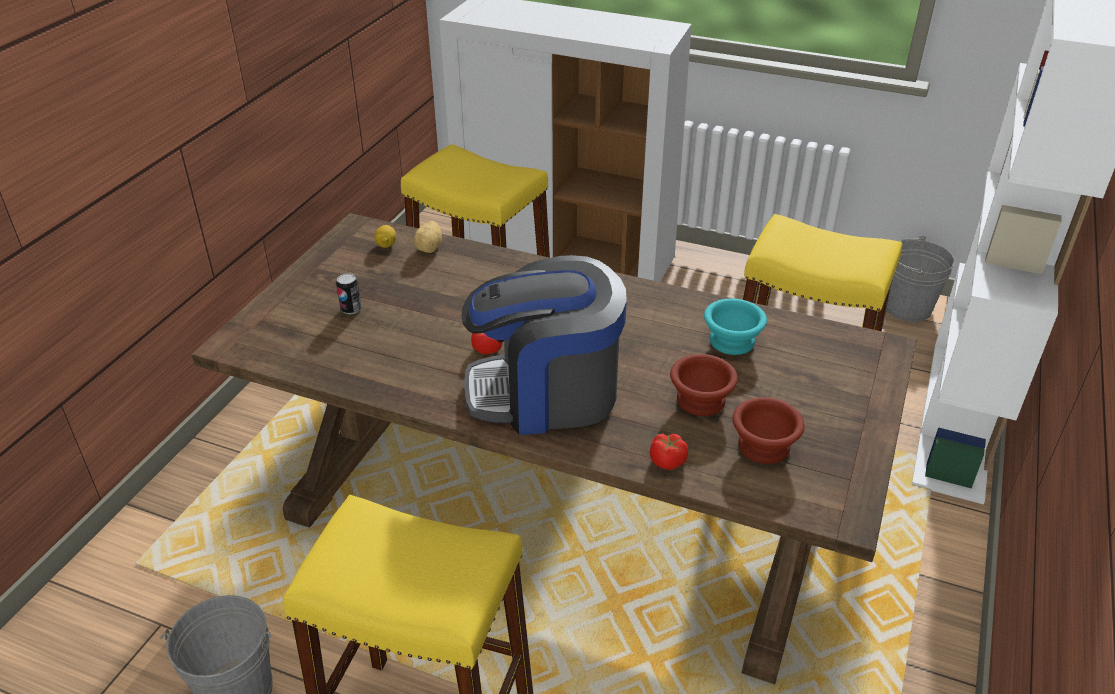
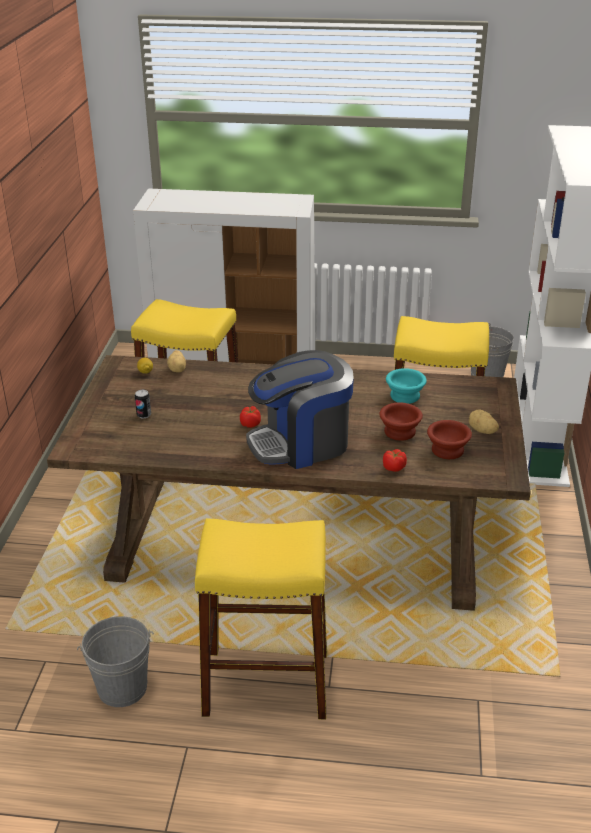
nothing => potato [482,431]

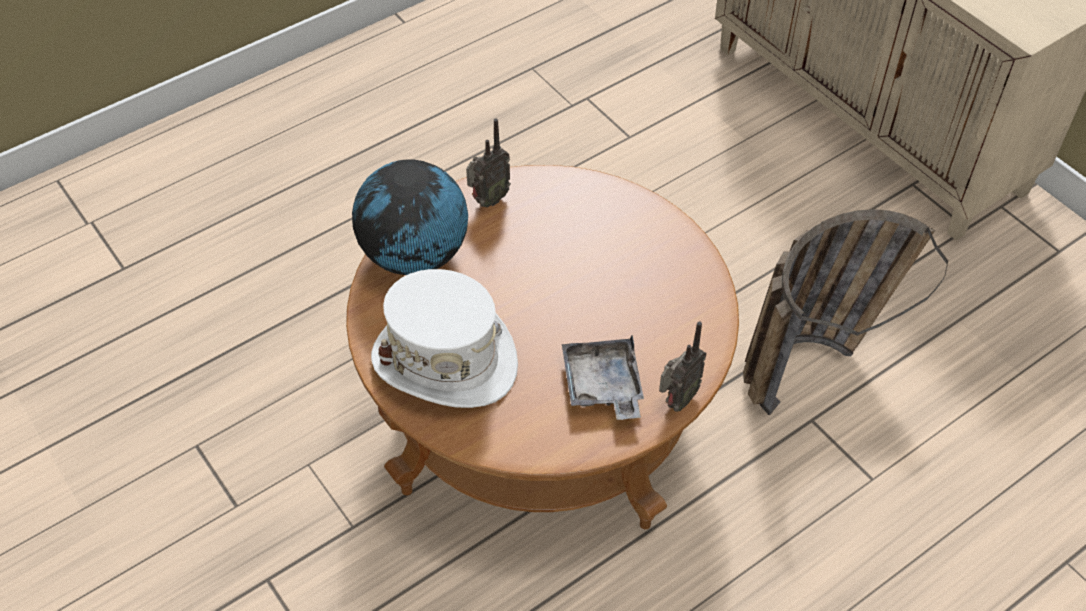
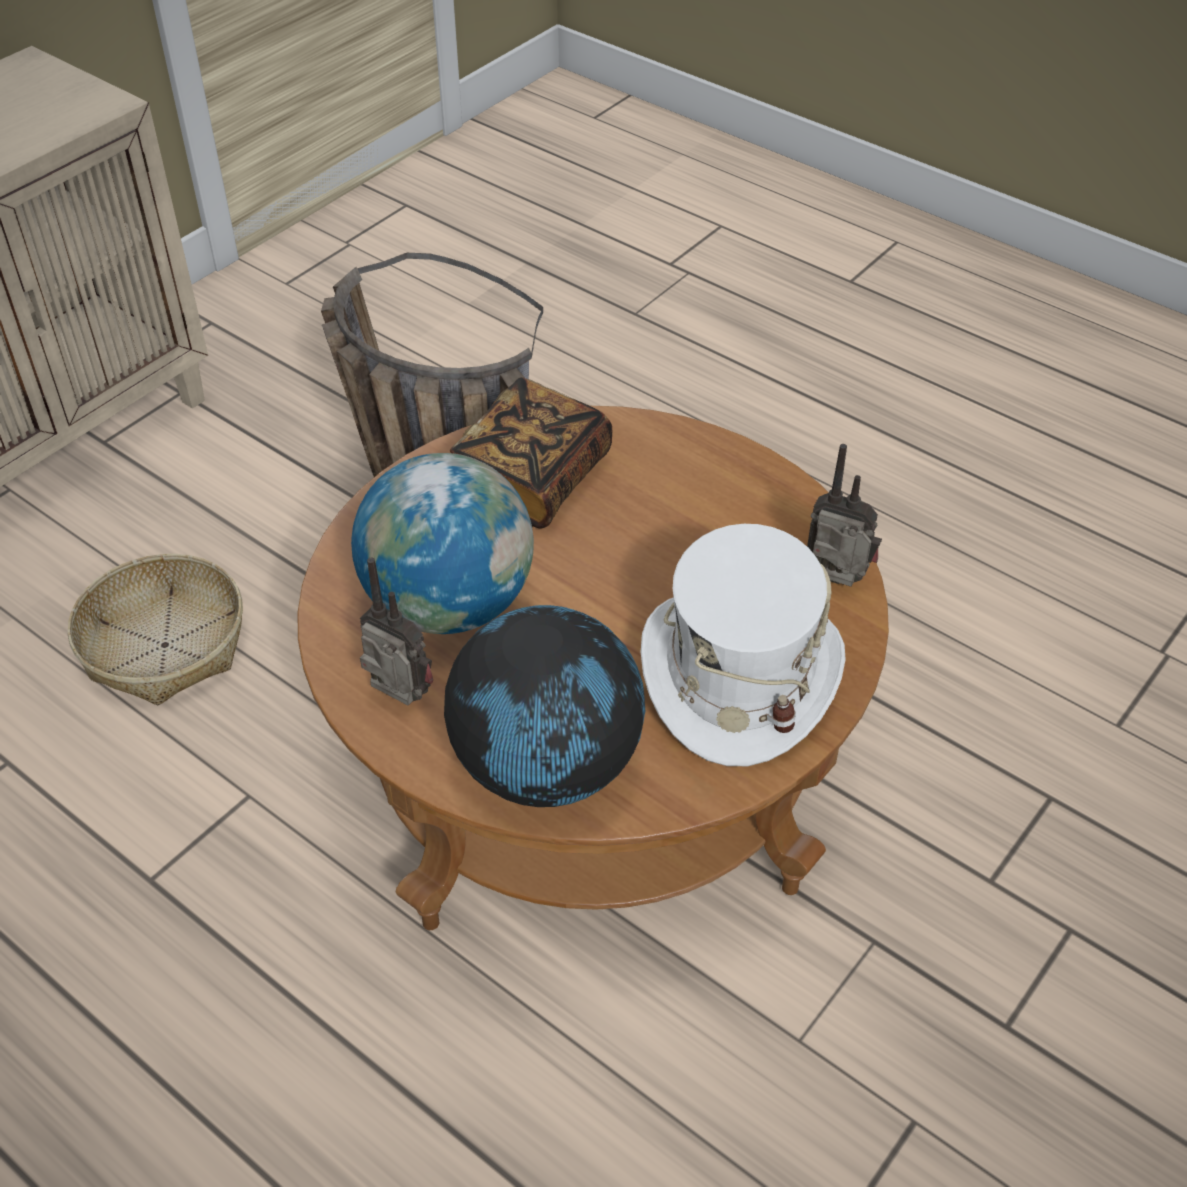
carrying tray (gray) [603,386] => nothing
nothing => basket [165,646]
nothing => desk globe [450,605]
nothing => volume [532,478]
radio [676,401] => radio [835,584], relocated

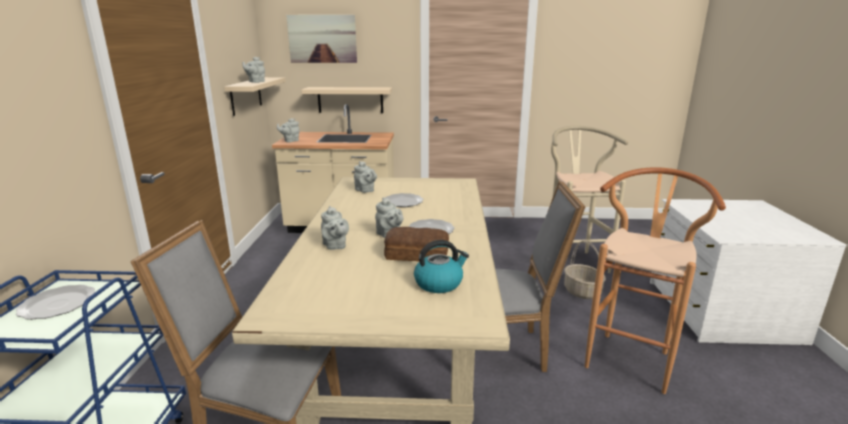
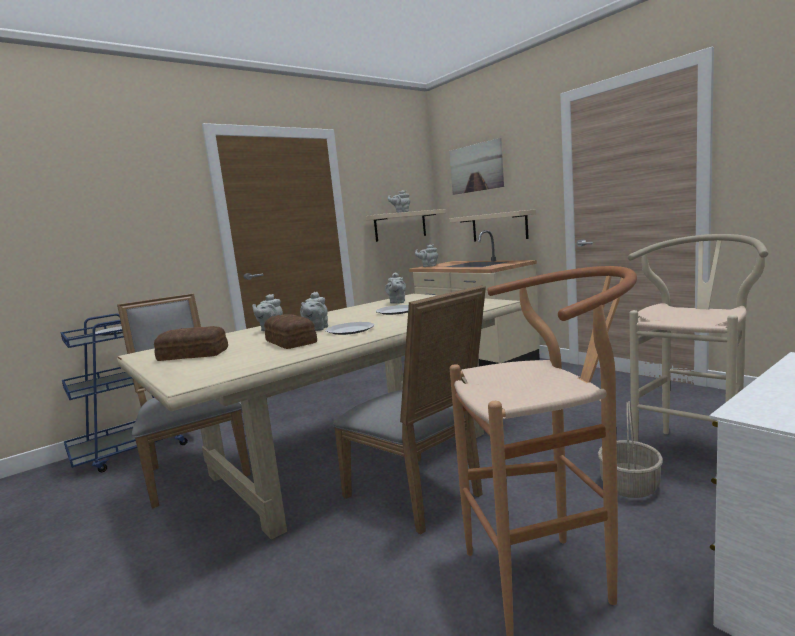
water kettle [439,283] => nothing
nothing => bread [194,355]

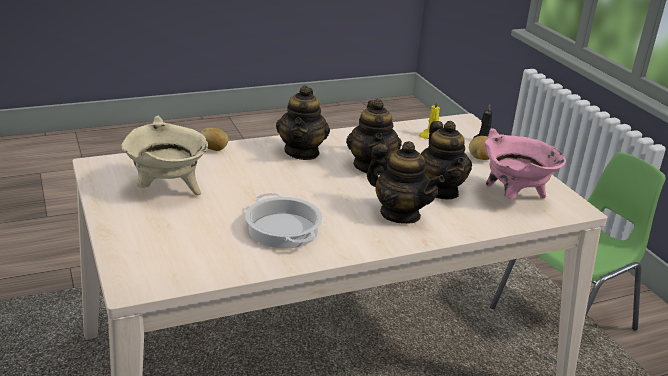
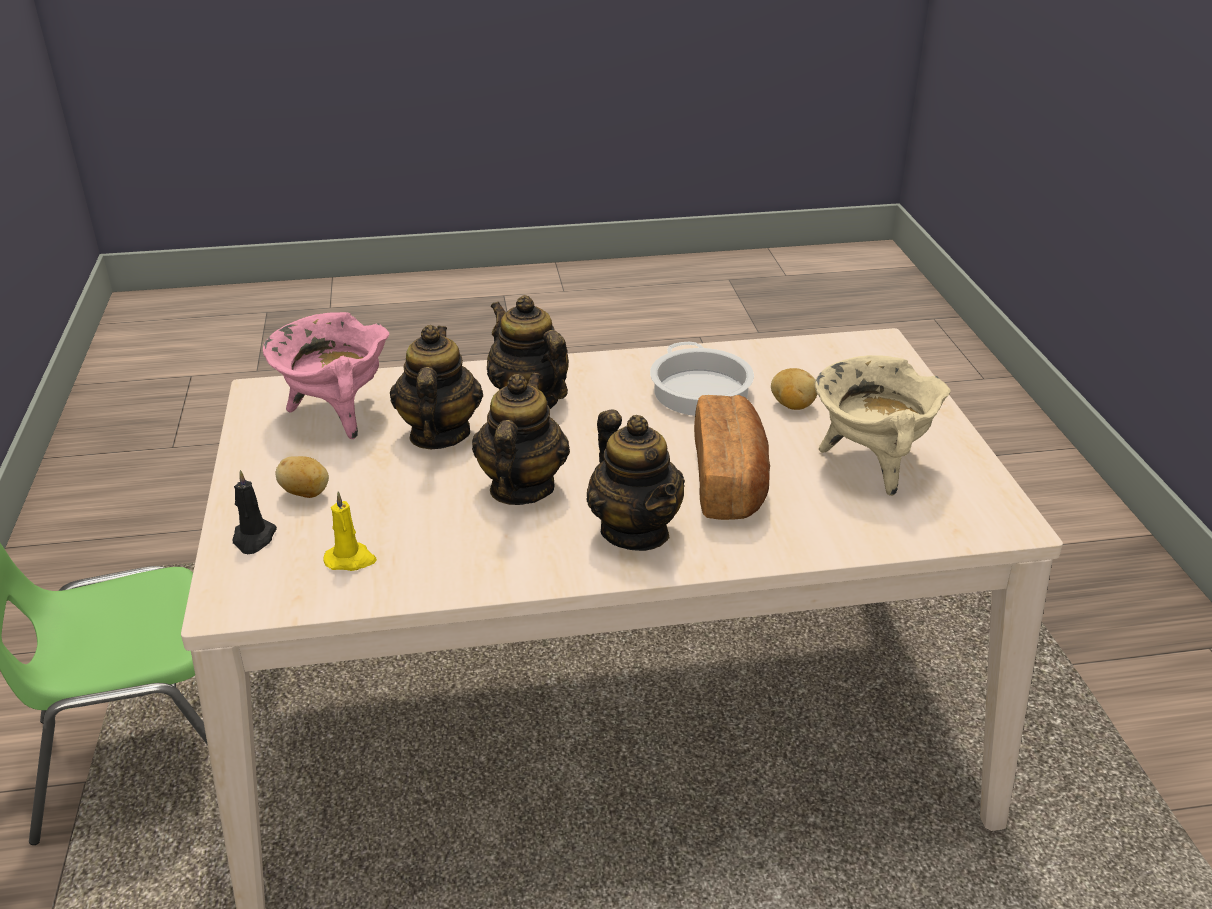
nothing => bread [730,480]
potato [214,149] => potato [792,406], relocated
teapot [302,152] => teapot [635,531], 135 degrees clockwise

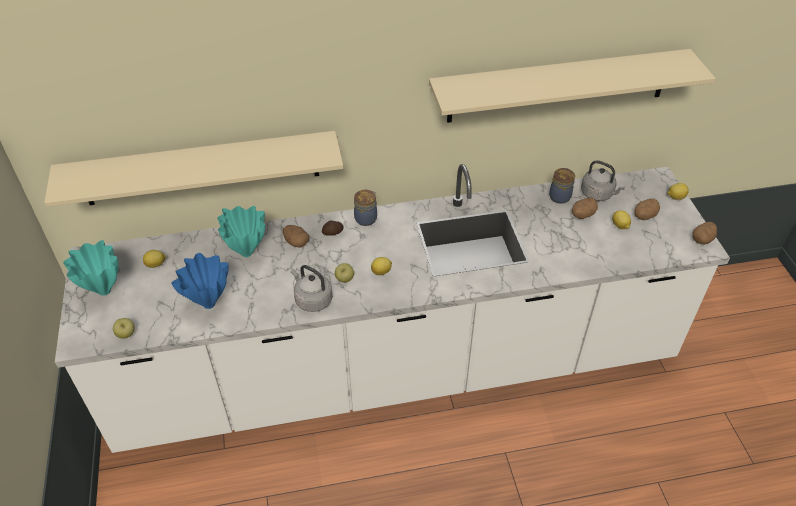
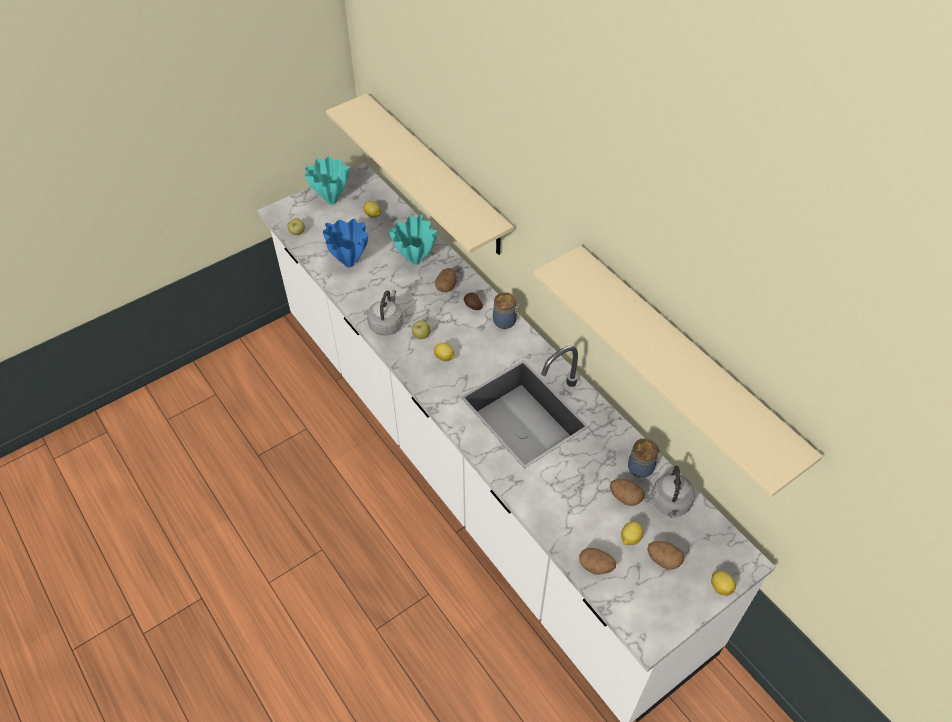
potato [702,239] => potato [596,566], relocated

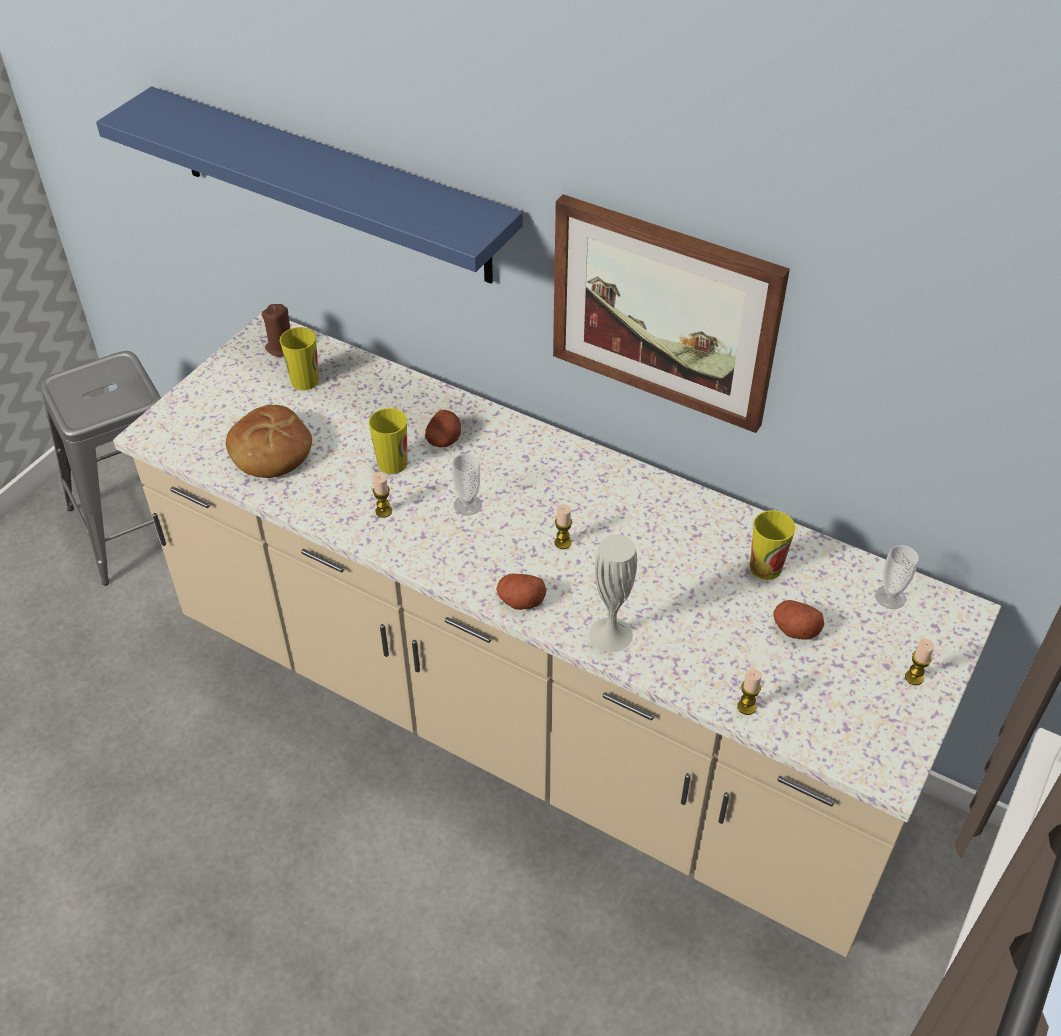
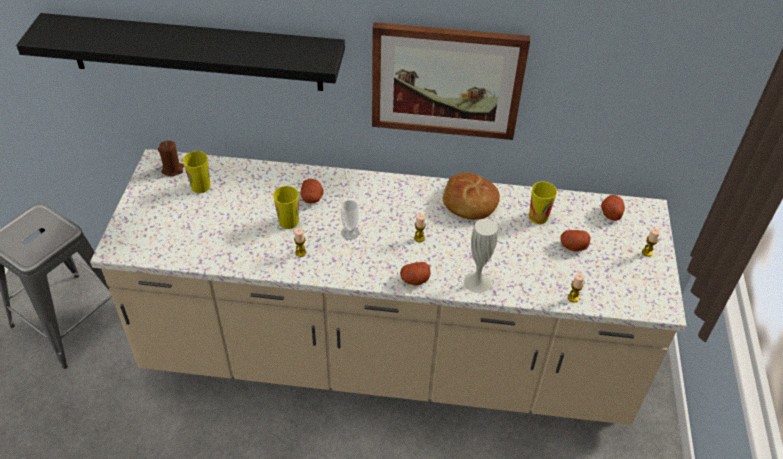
bread [270,452] => bread [469,203], relocated
small cup [890,597] => potato [611,213]
wall shelf (blue-coloured) [331,186] => wall shelf (blackish) [195,52]

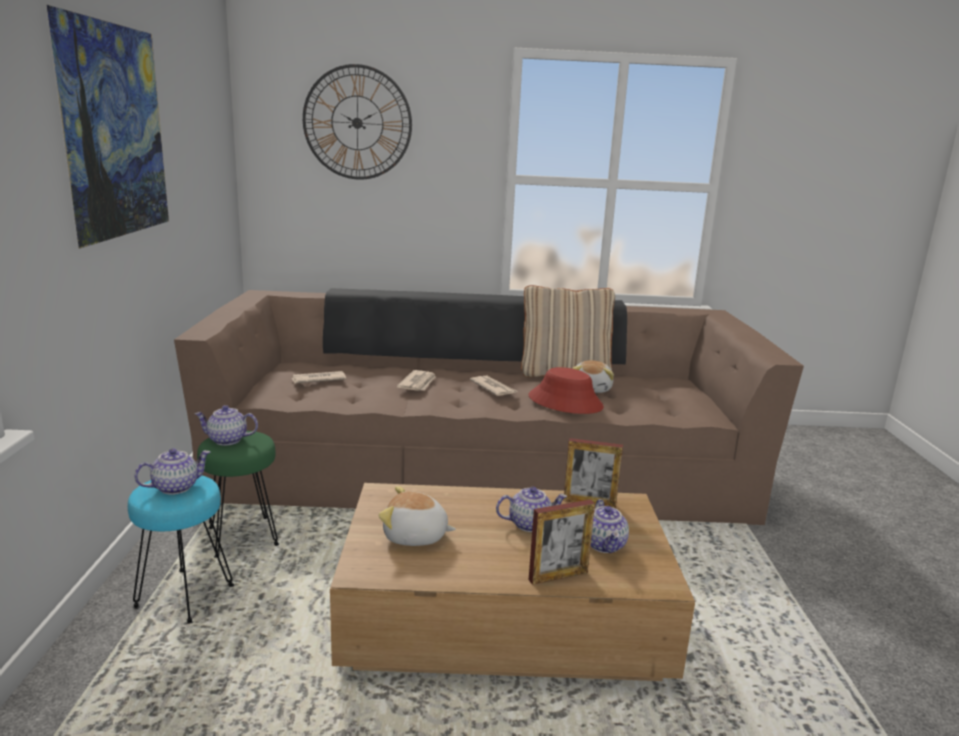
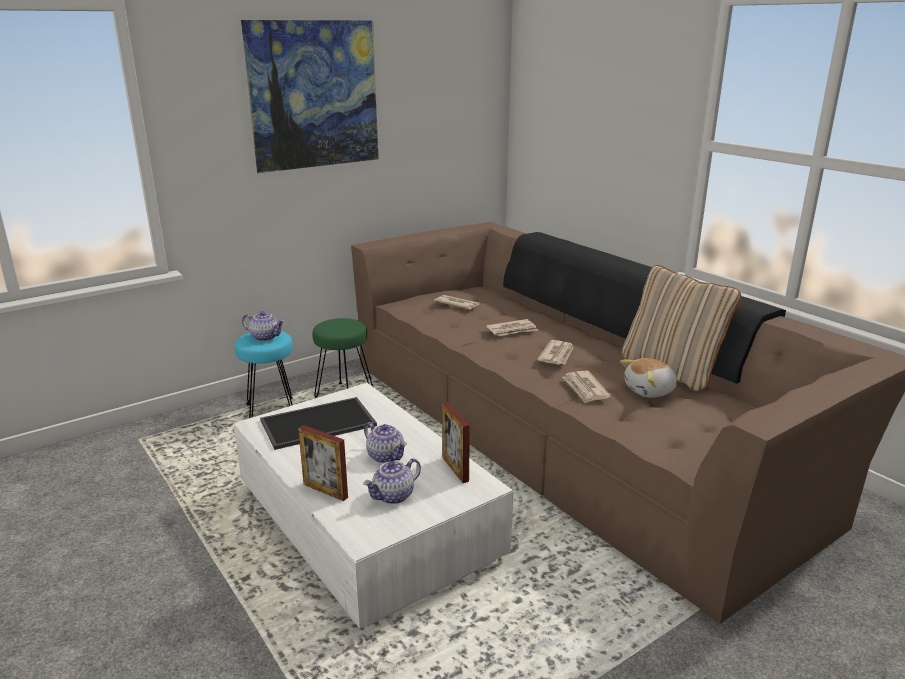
teapot [227,440] => nothing
clock on the wall [357,123] => nothing
soft toy [415,537] => carrying tray [317,424]
clothing hat (red-coloured) [565,402] => newspaper [585,389]
low table (brown) [504,619] => low table (white) [367,524]

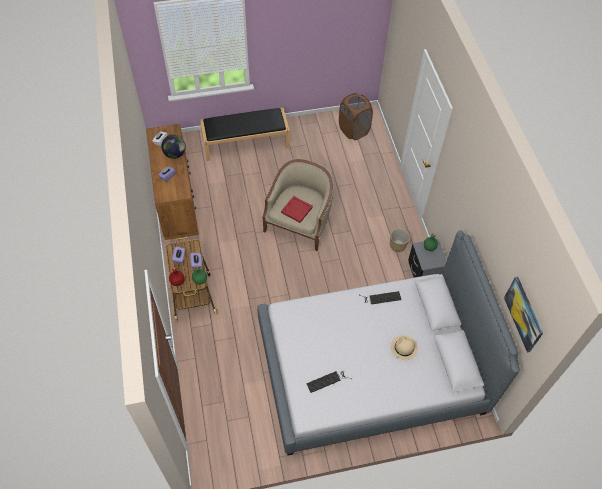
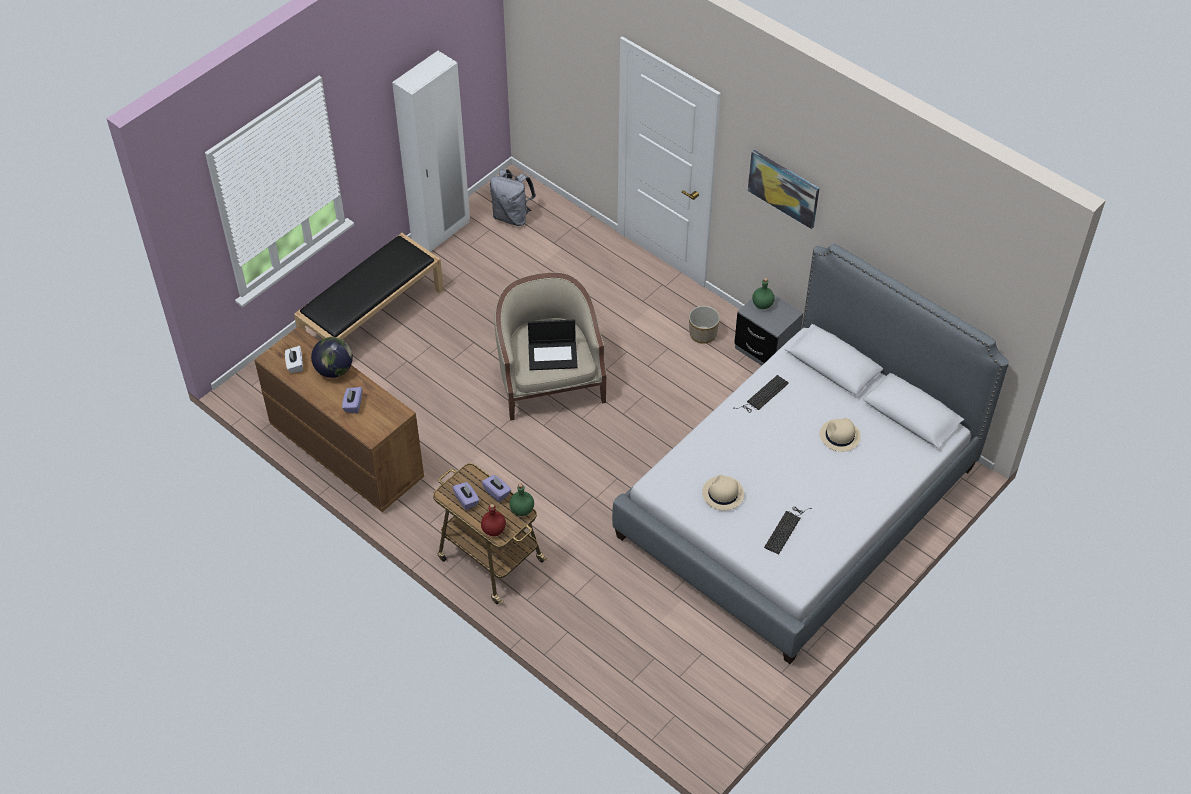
nothing => wardrobe (white) [441,232]
nothing => clothing hat (beige-coloured) [722,493]
wall art [524,314] => wall art [784,188], relocated
carrying tray (red-coloured) [297,210] => portable computer [553,355]
hamper (brown) [354,130] => rucksack (gray) [512,216]

